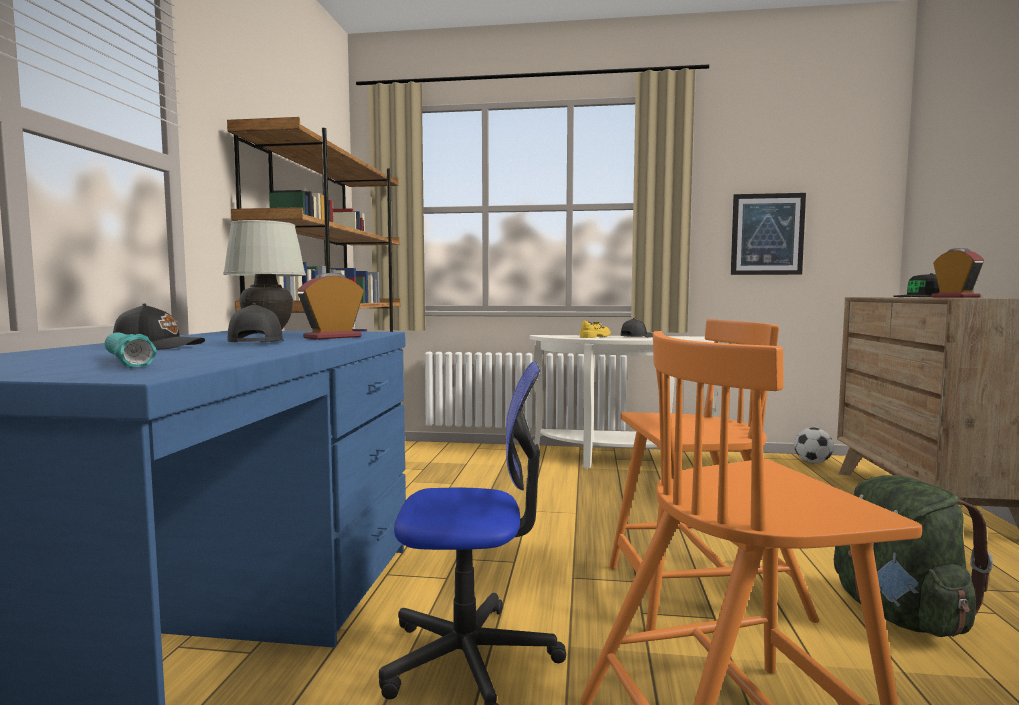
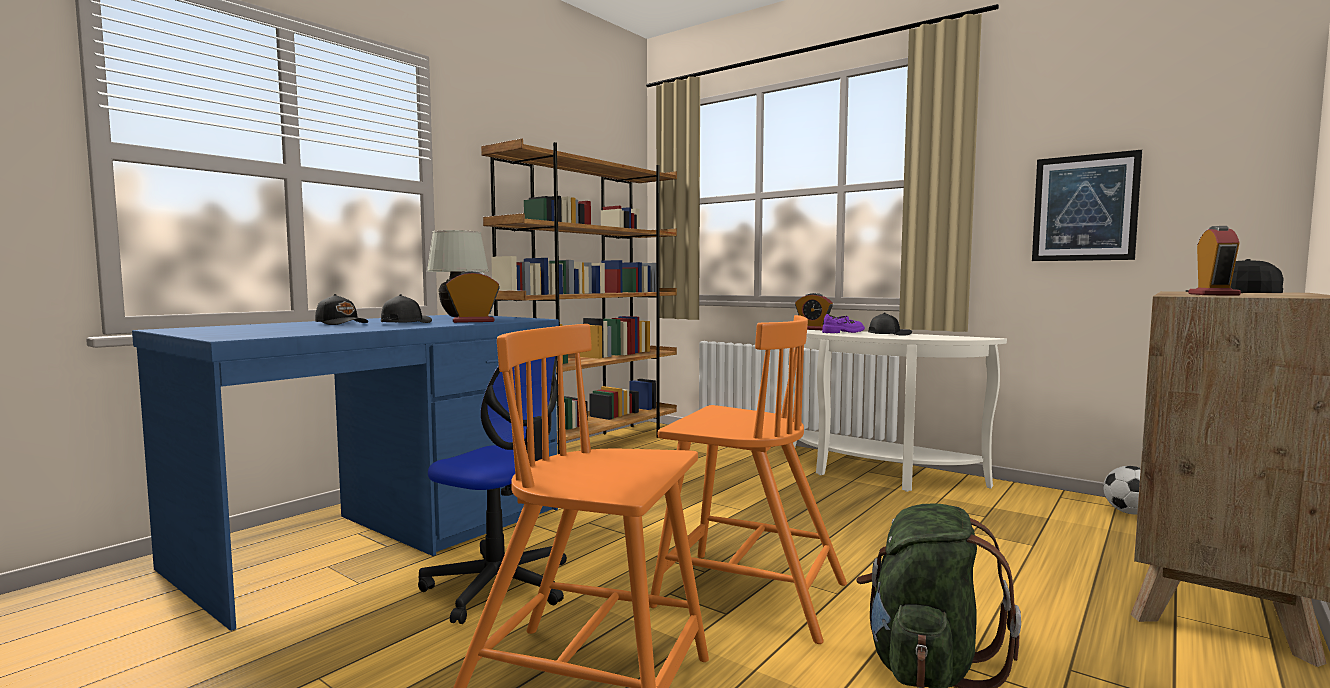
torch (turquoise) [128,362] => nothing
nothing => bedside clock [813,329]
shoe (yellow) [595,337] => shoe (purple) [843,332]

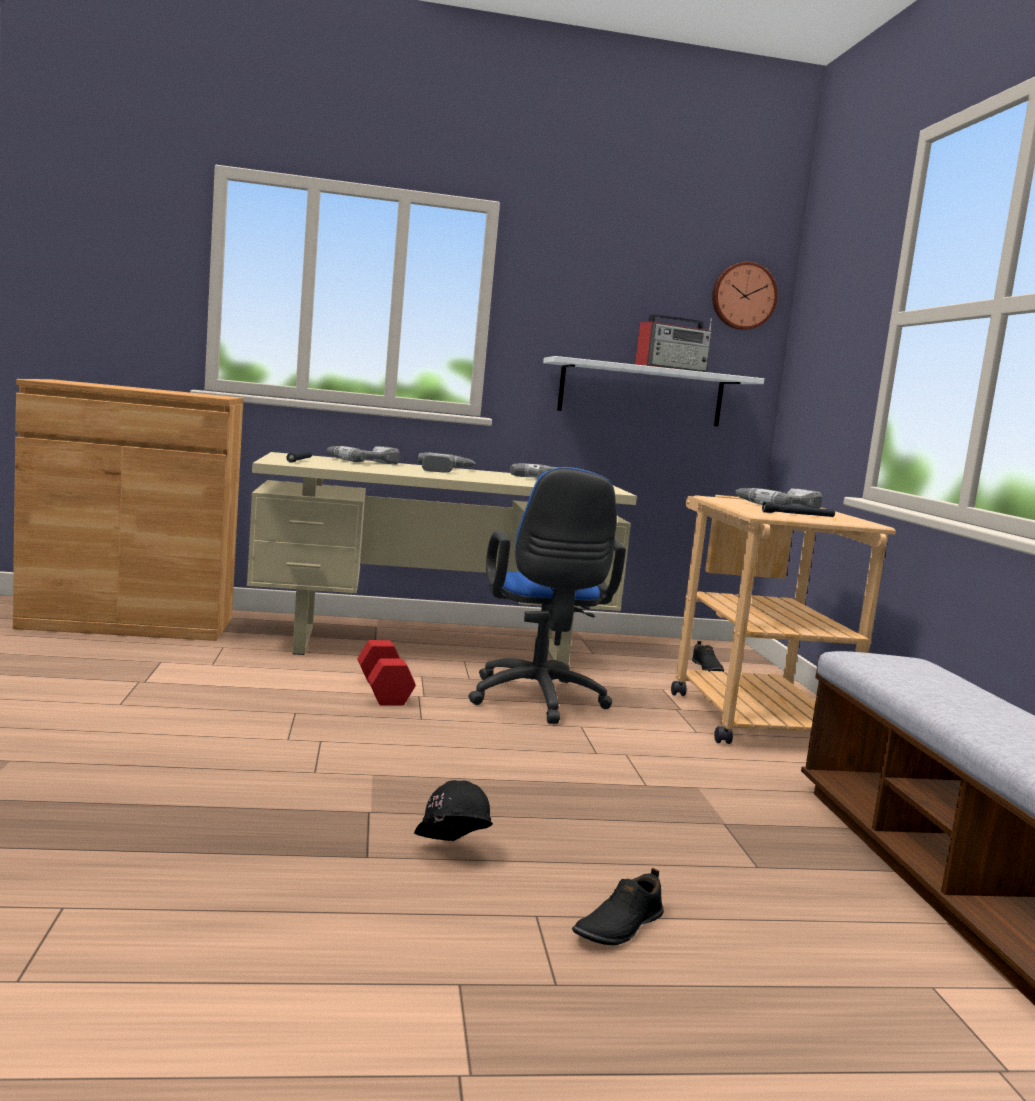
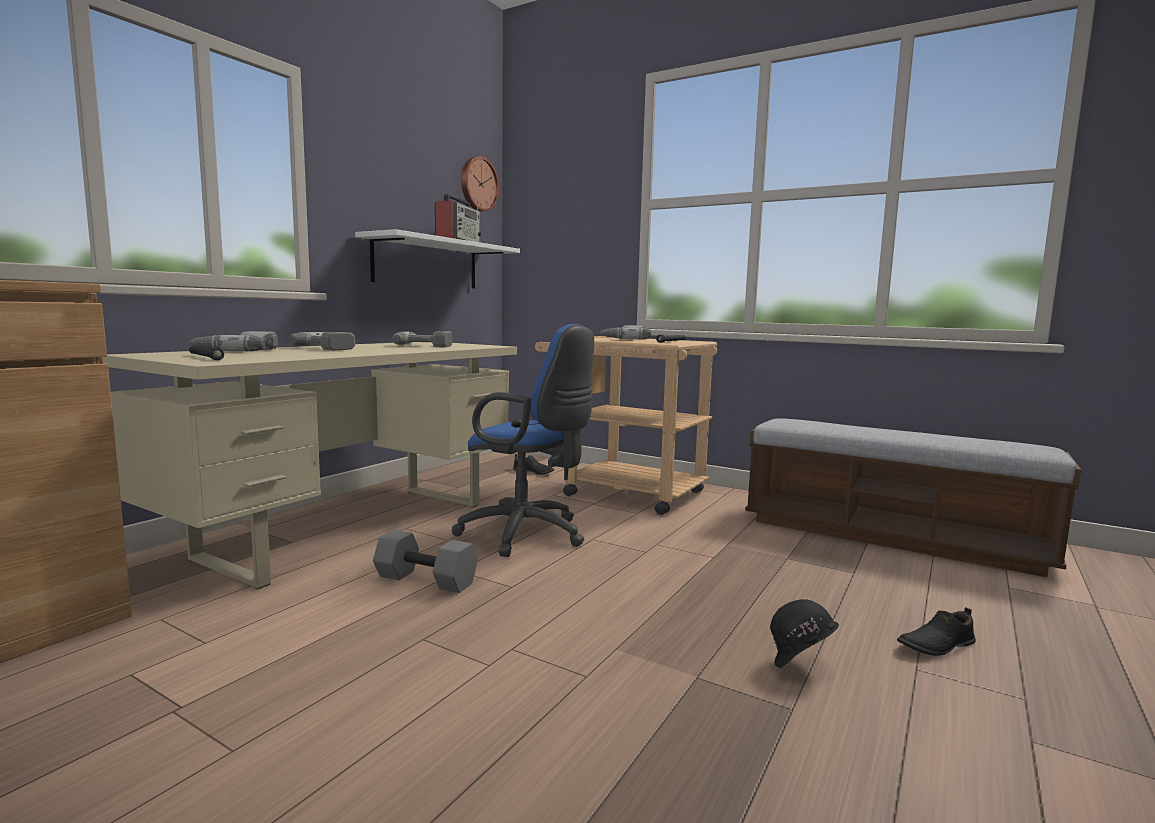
dumbbell (red-coloured) [382,690] => dumbbell (gray) [424,580]
shoe (blackish) [618,926] => shoe (blackish) [935,645], 75 degrees clockwise

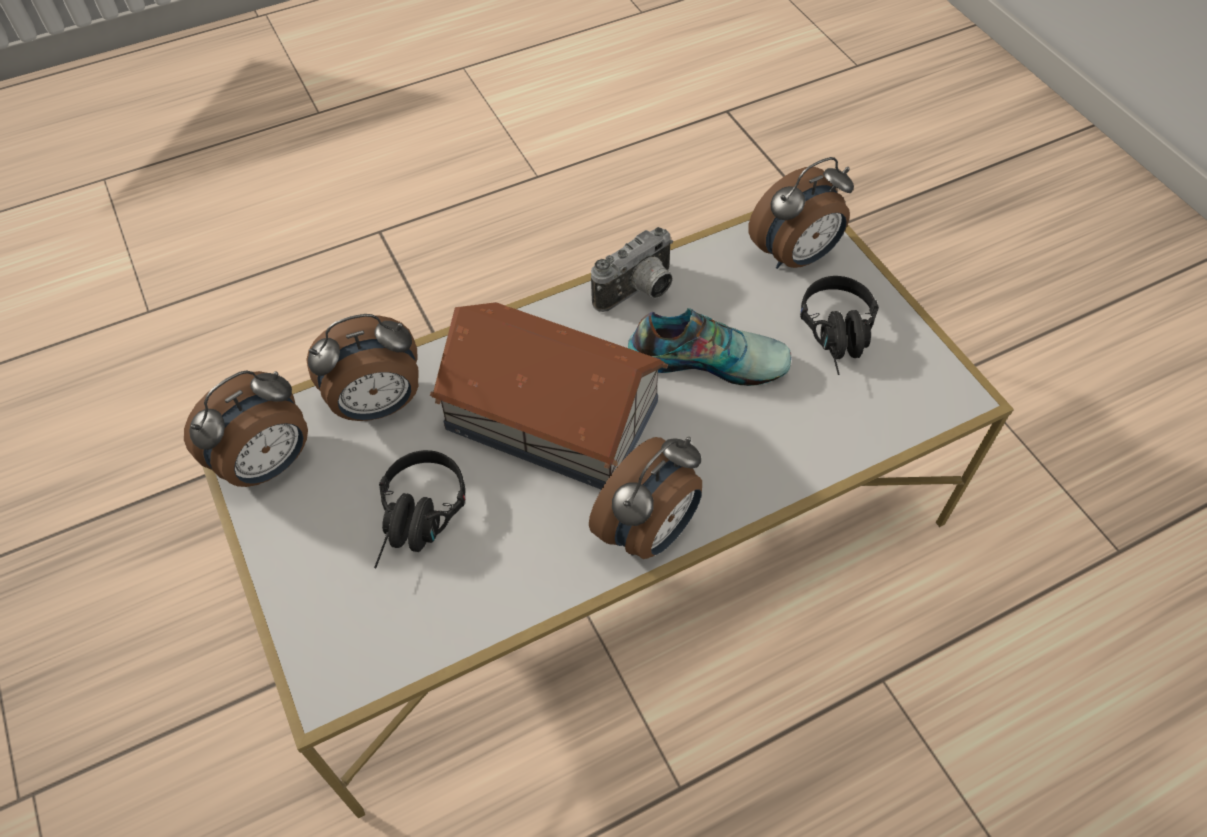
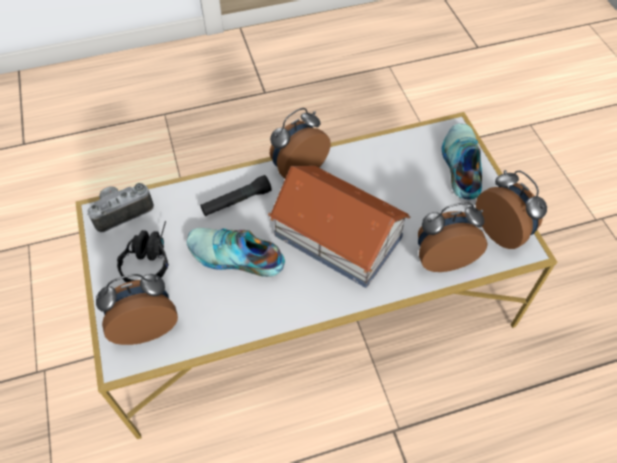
headset (blackish) [419,522] => nothing
nothing => torch (blackish) [236,201]
nothing => shoe [460,165]
still camera [639,293] => still camera [122,211], relocated
bedside clock [268,464] => bedside clock [502,231], 90 degrees clockwise

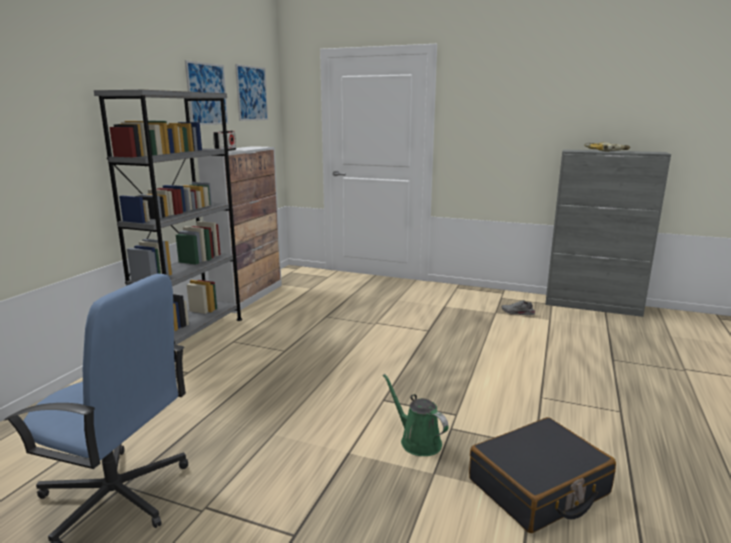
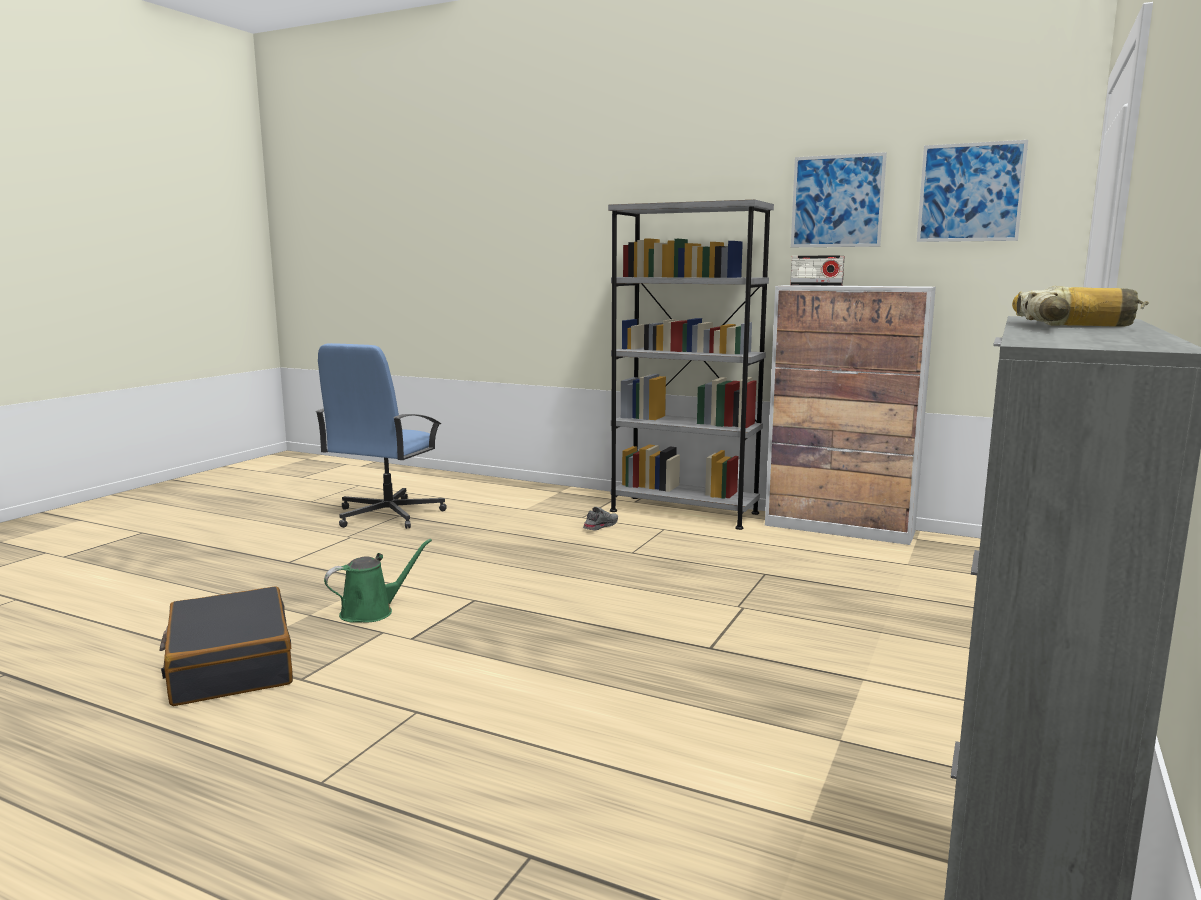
shoe (gray) [517,313] => shoe (gray) [600,526], relocated

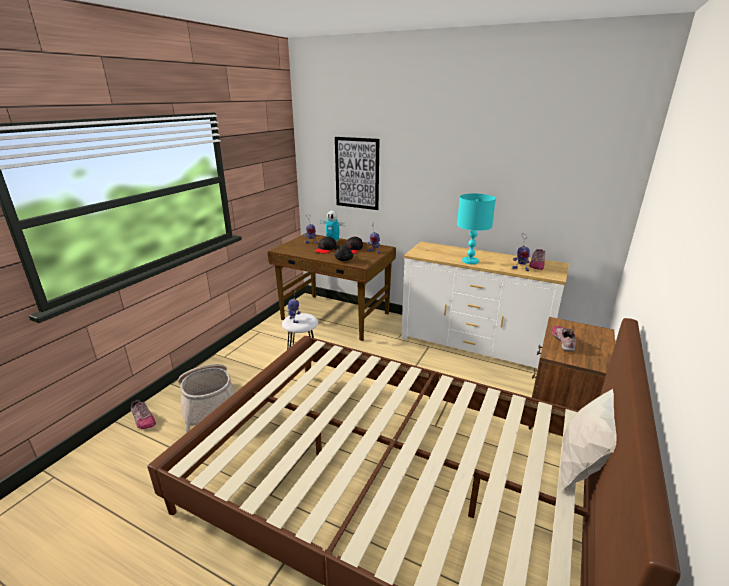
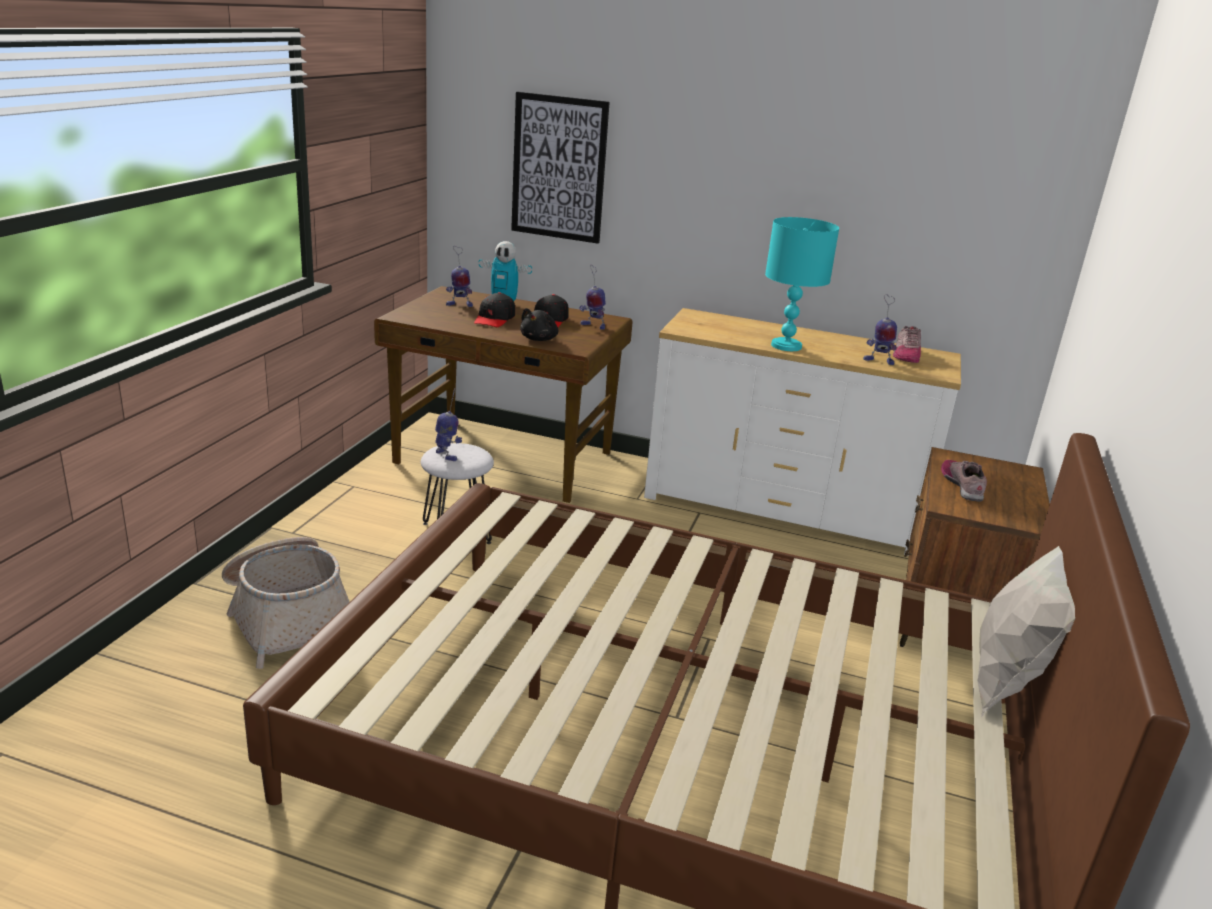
shoe [143,419] => nothing

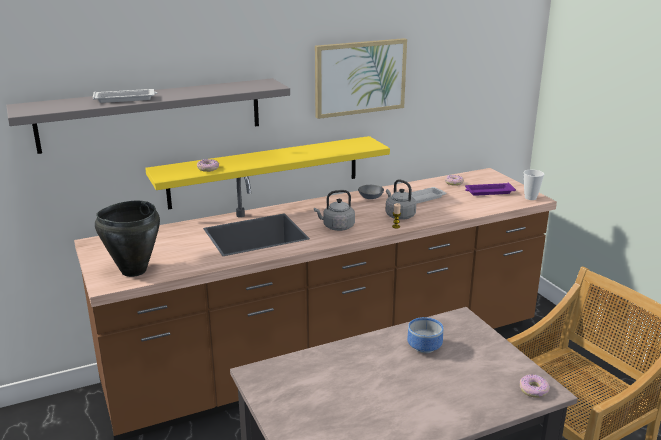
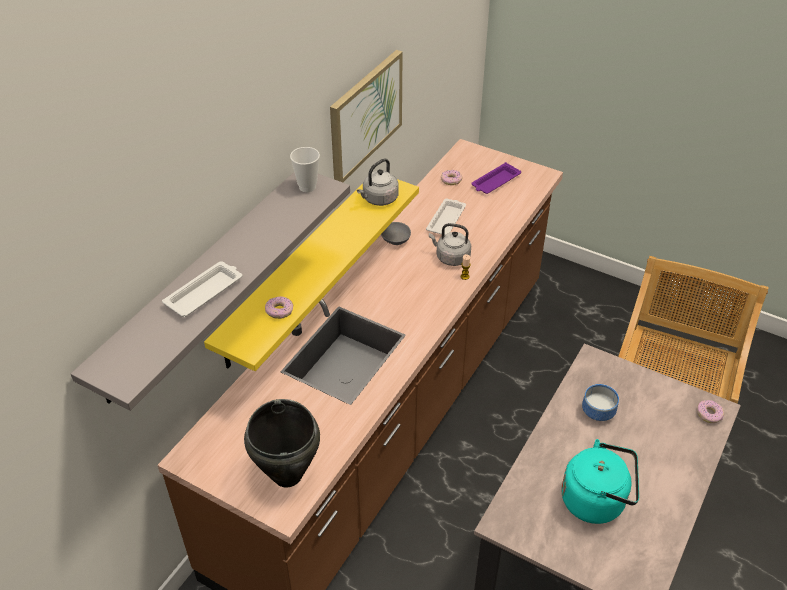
nothing => water kettle (turquoise) [597,500]
water kettle (gray) [336,227] => water kettle (gray) [379,199], relocated
small cup [530,198] => small cup [307,187], relocated

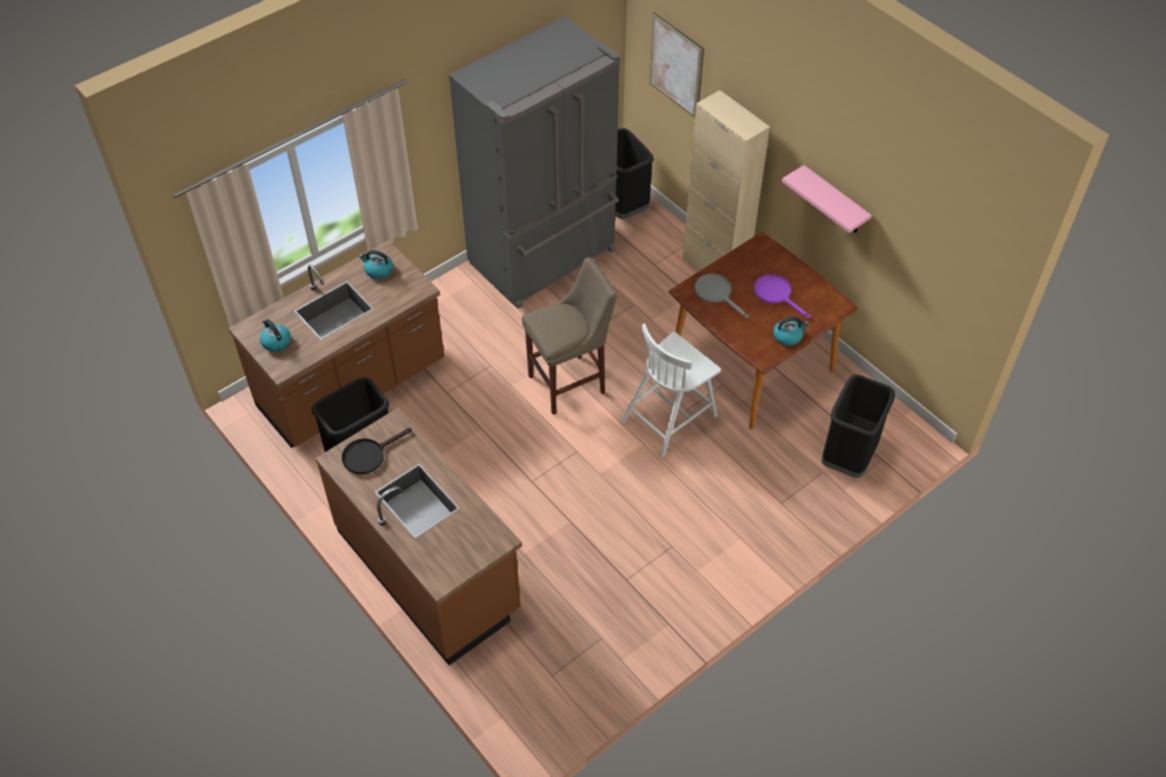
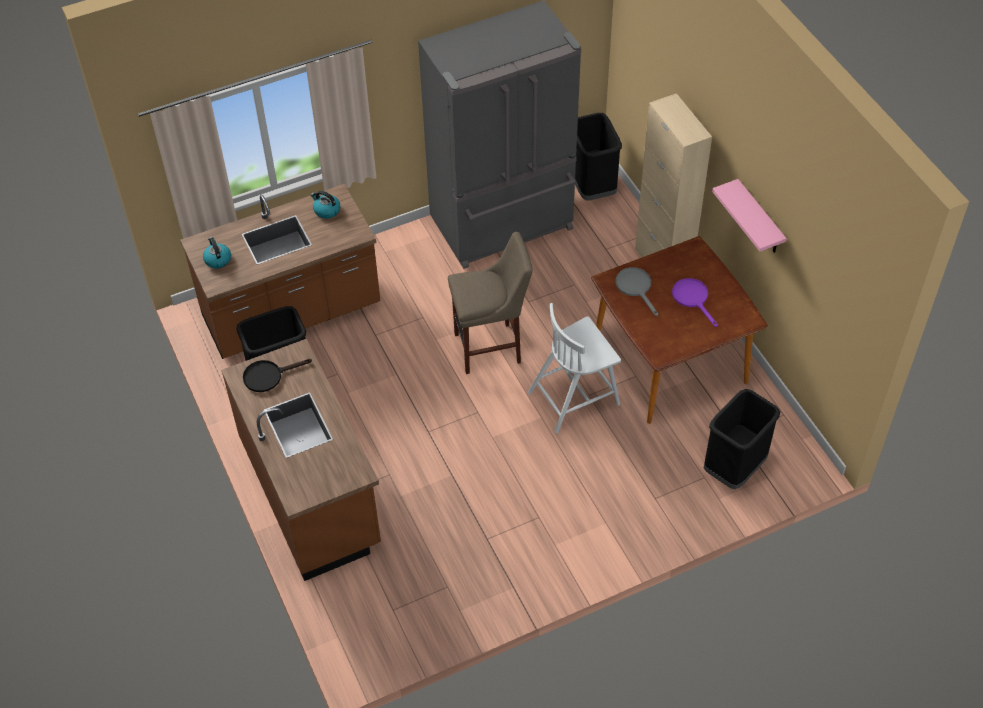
wall art [675,66] => nothing
water kettle [788,336] => nothing

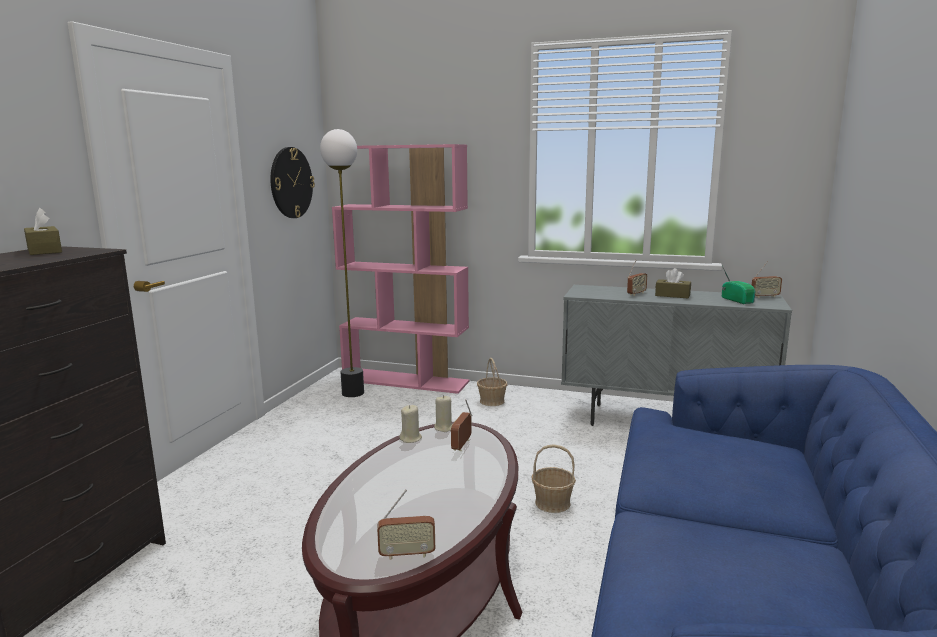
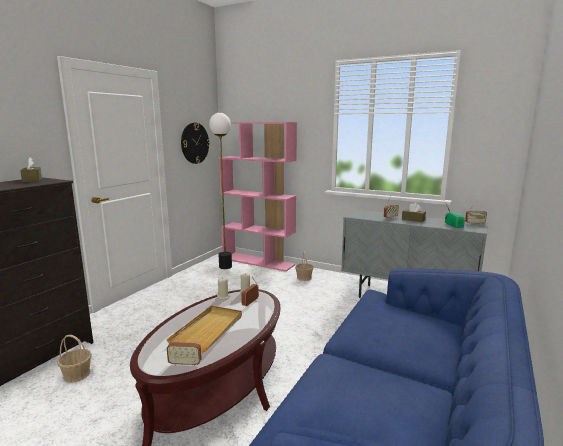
nothing => carrying tray (beige-coloured) [208,330]
basket [552,503] => basket [77,374], relocated

